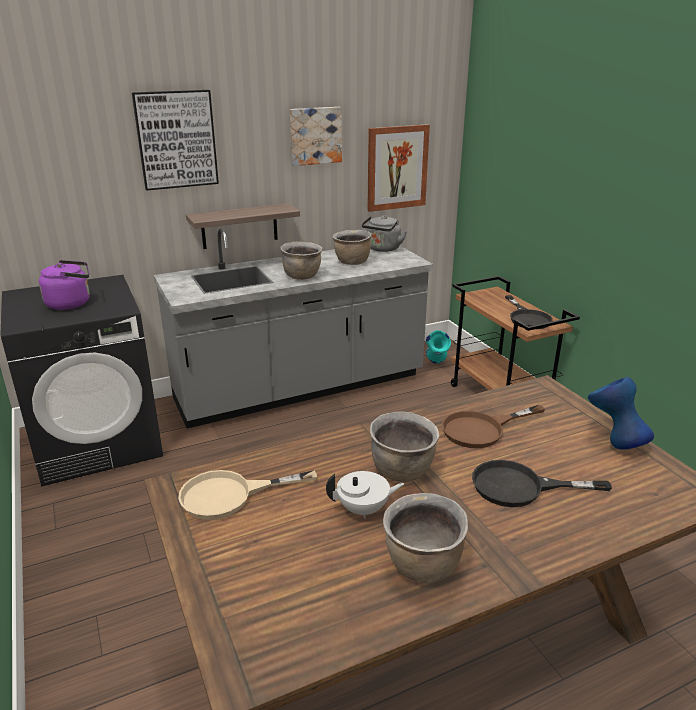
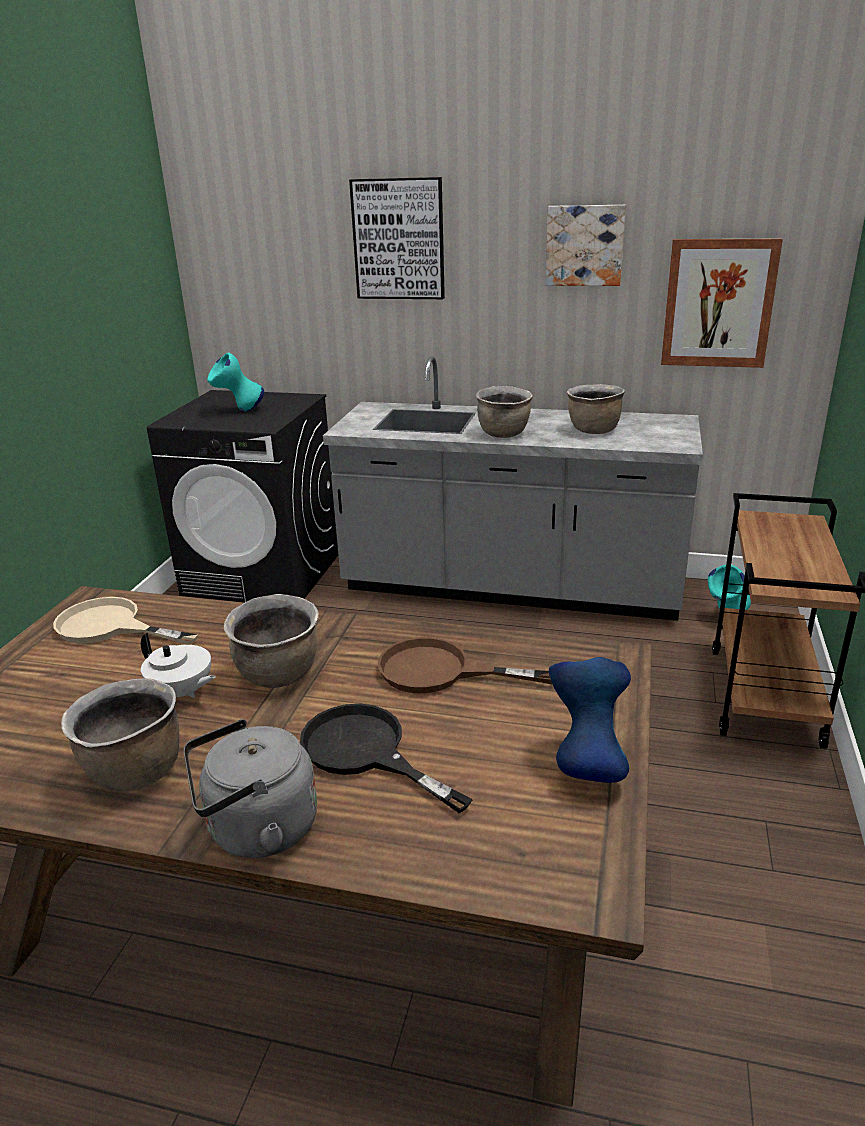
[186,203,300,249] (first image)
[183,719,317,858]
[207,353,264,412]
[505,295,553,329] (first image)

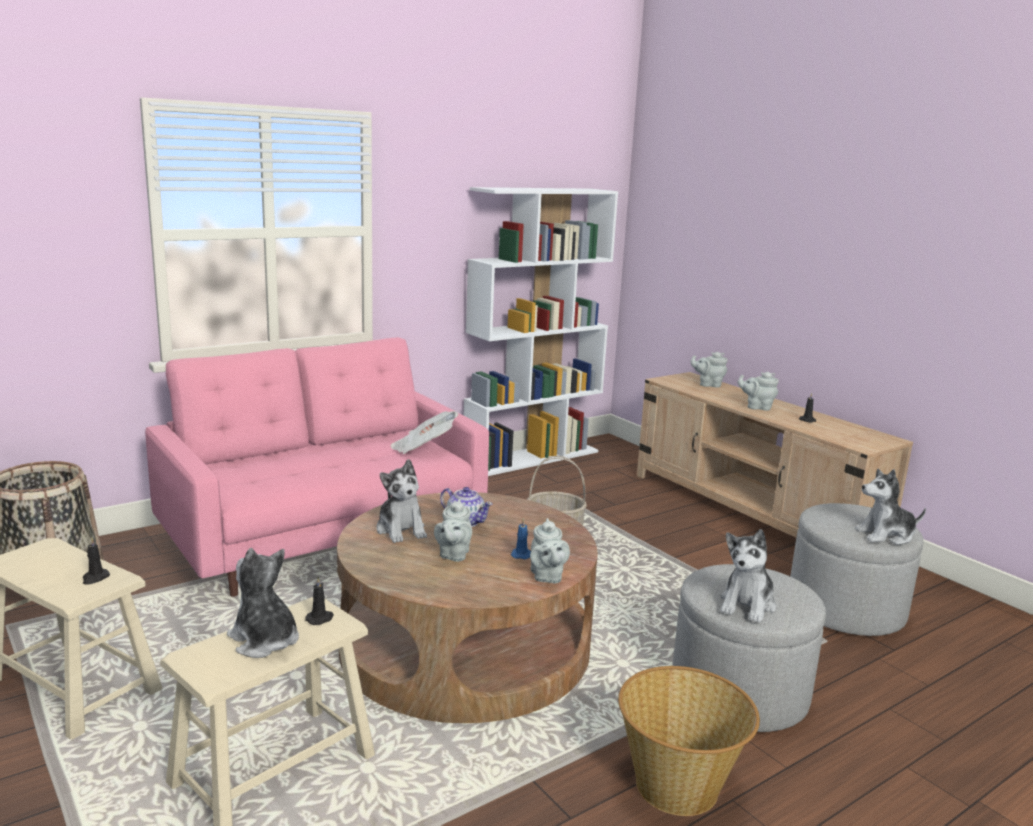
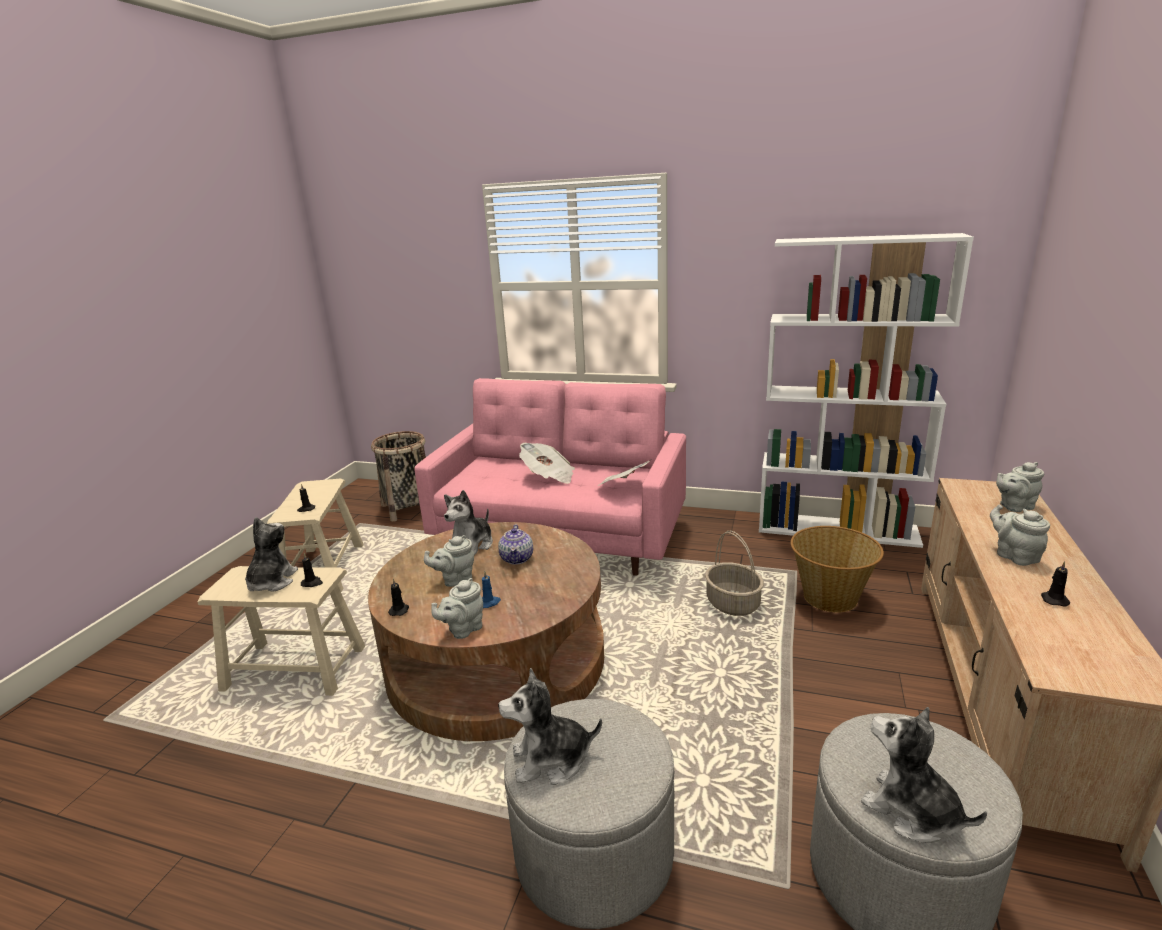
[996,462,1044,512]
[790,526,884,613]
[519,443,575,484]
[388,579,409,616]

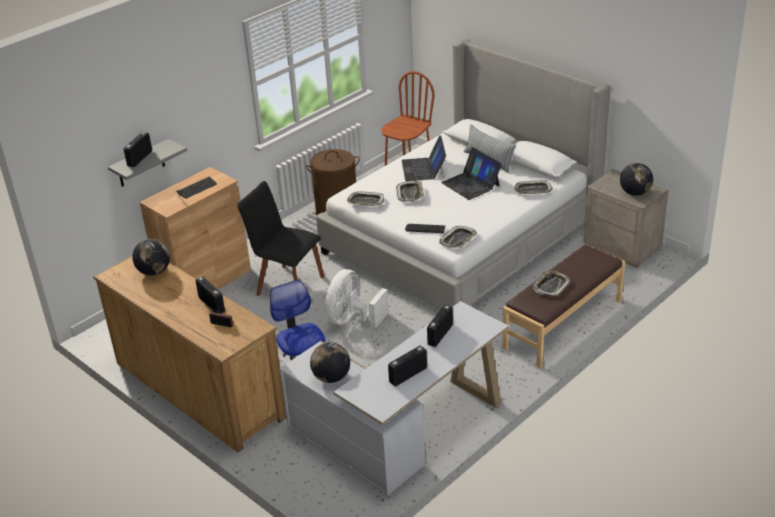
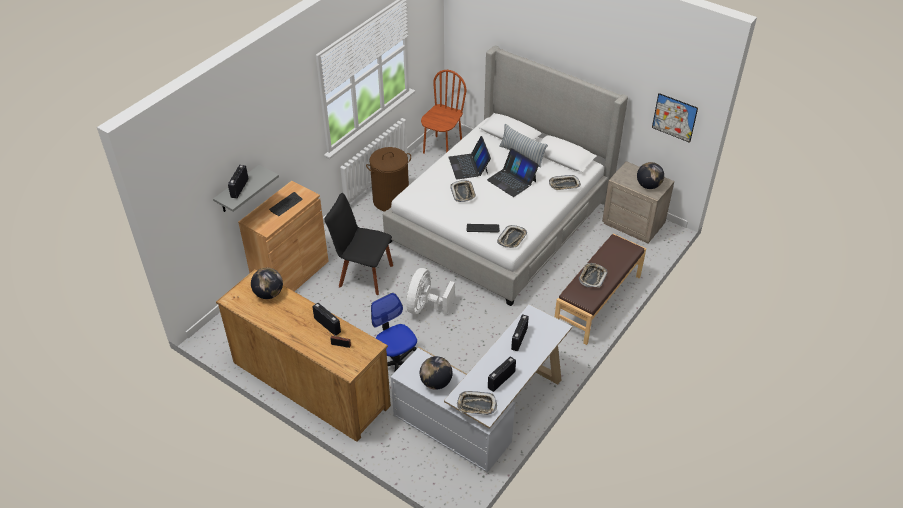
[457,391,497,415]
[652,93,698,143]

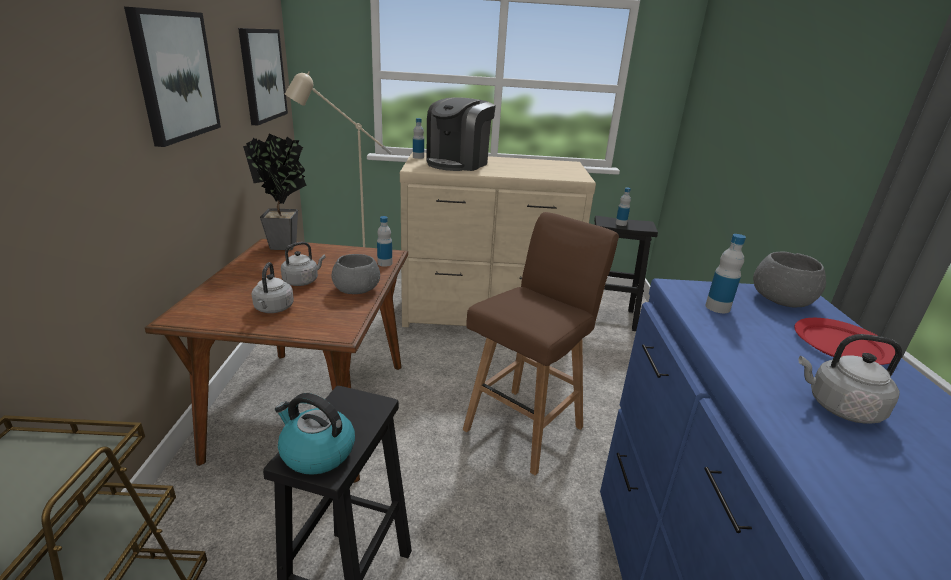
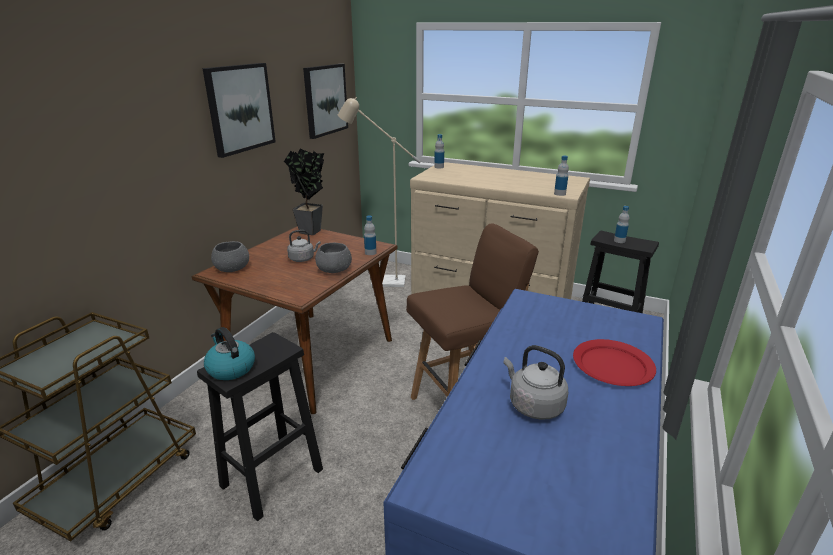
[426,97,496,171] (first image)
[554,155,569,196]
[211,241,249,272]
[252,262,294,313] (first image)

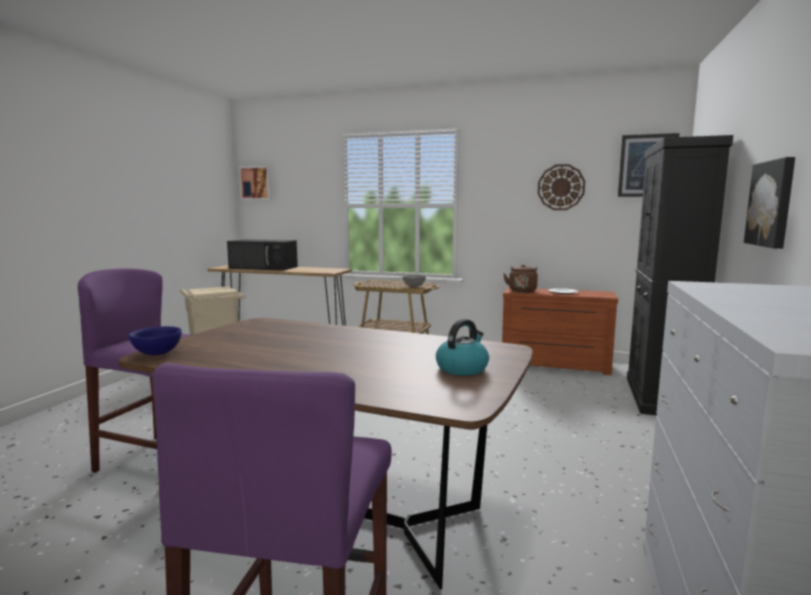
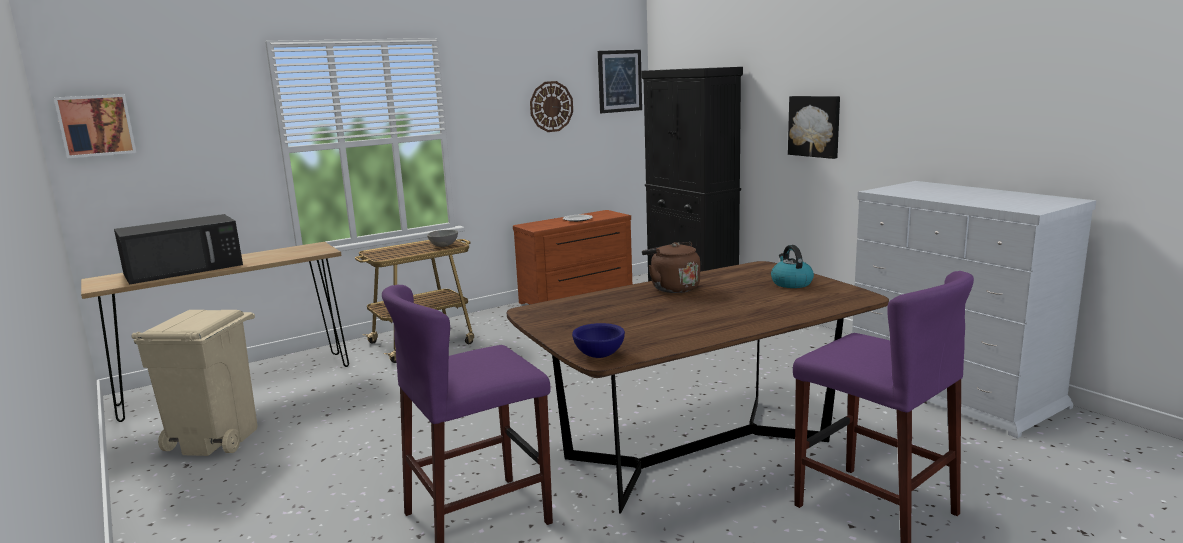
[642,242,700,293]

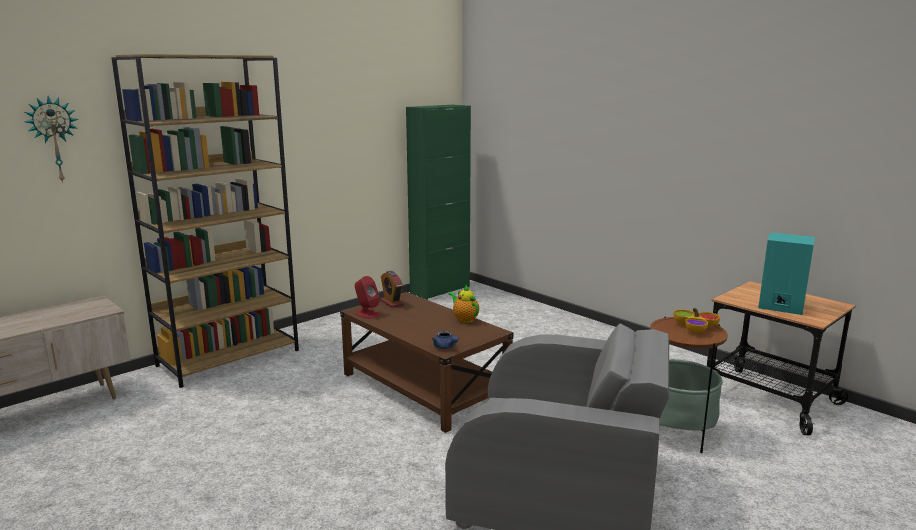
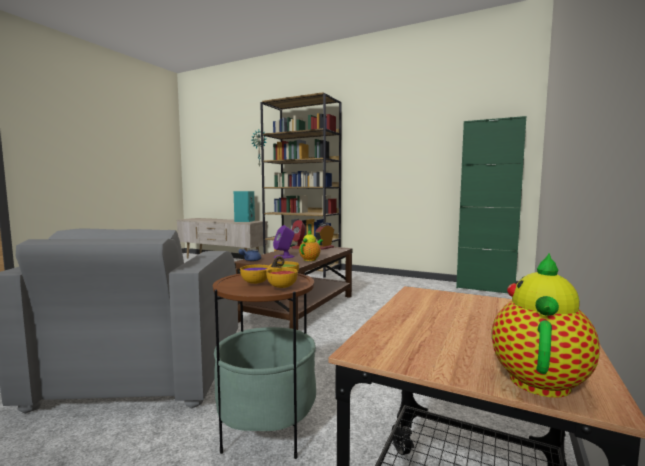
[234,191,255,222]
[273,225,295,259]
[492,253,600,397]

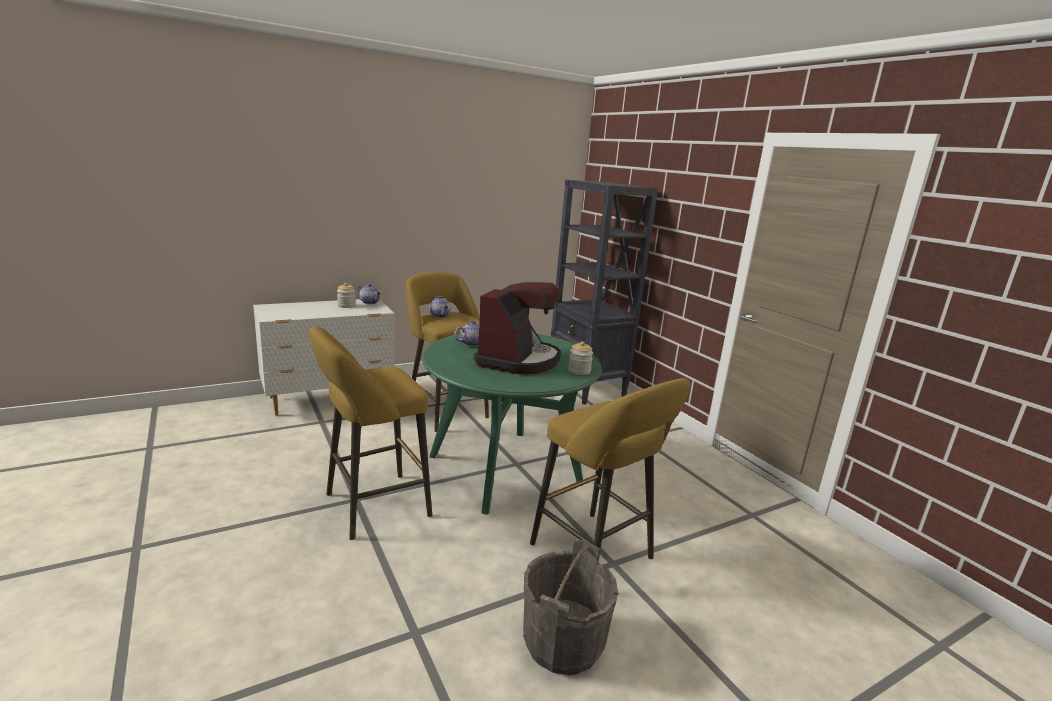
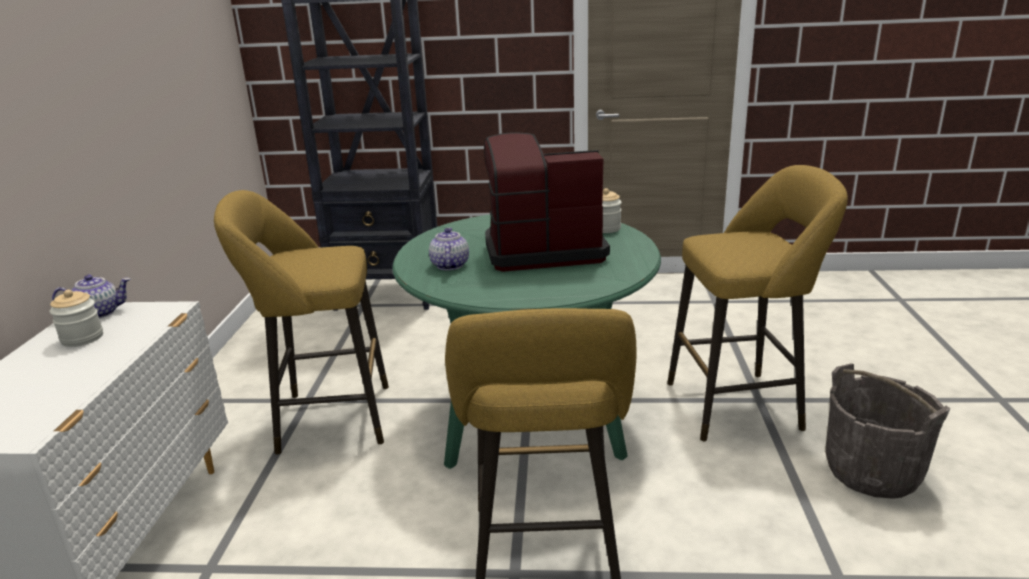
[484,132,610,272]
[429,296,451,318] (first image)

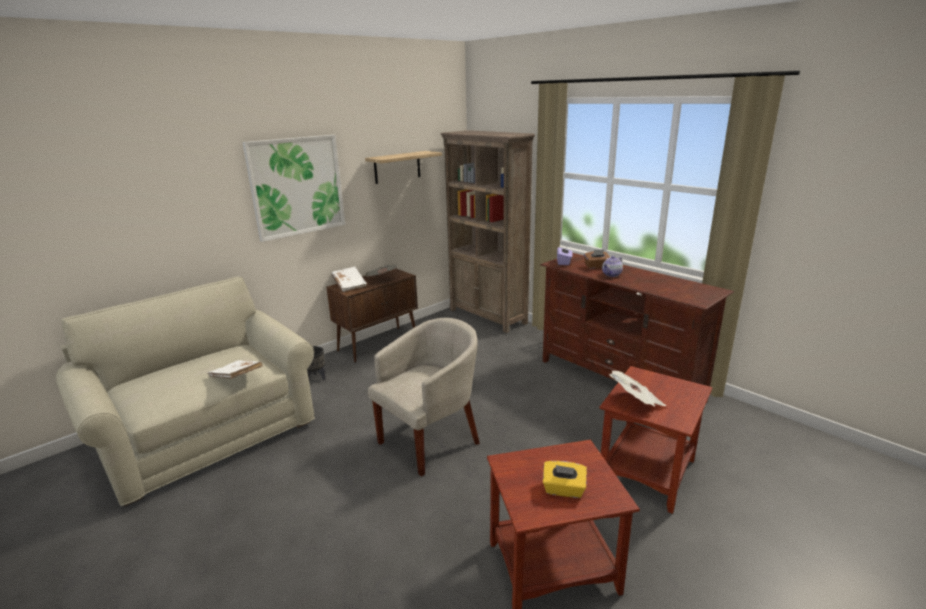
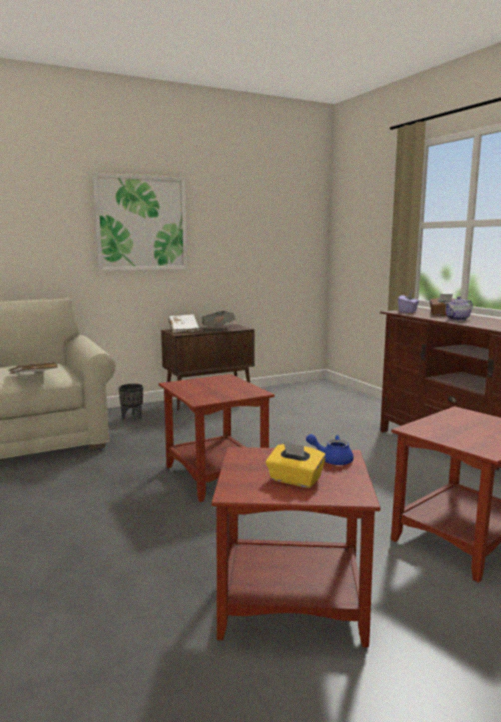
[440,130,535,333] (first image)
[365,151,442,184] (first image)
[159,374,275,502]
[609,371,666,406] (first image)
[306,434,354,465]

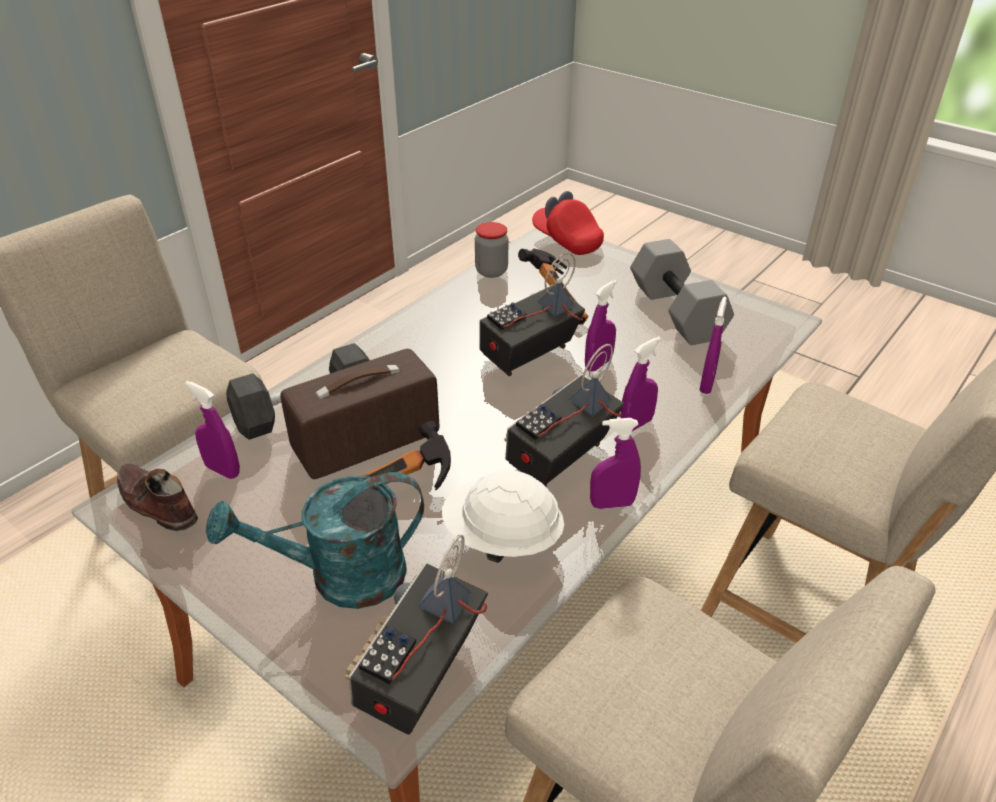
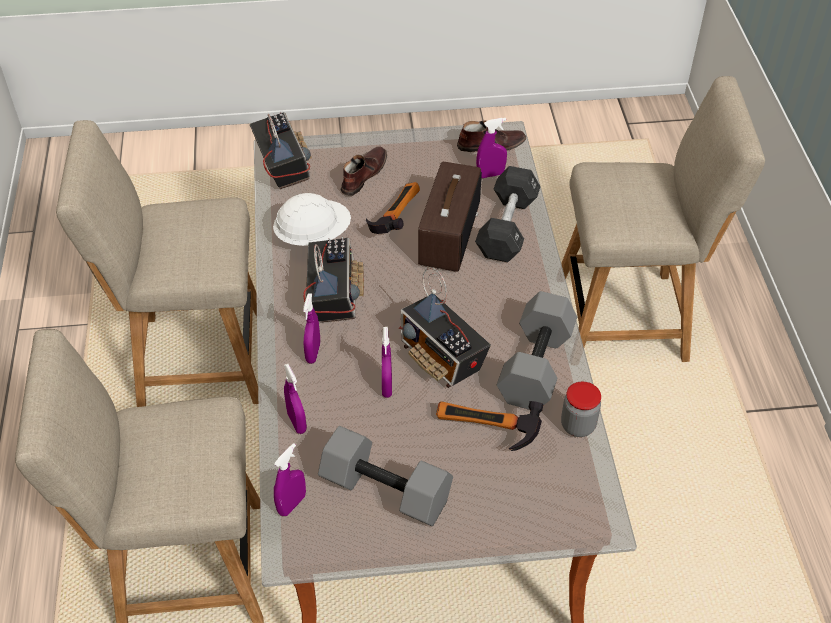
[532,191,604,255] (first image)
[399,267,491,388]
[274,443,306,516]
[341,146,387,196]
[497,291,577,410]

